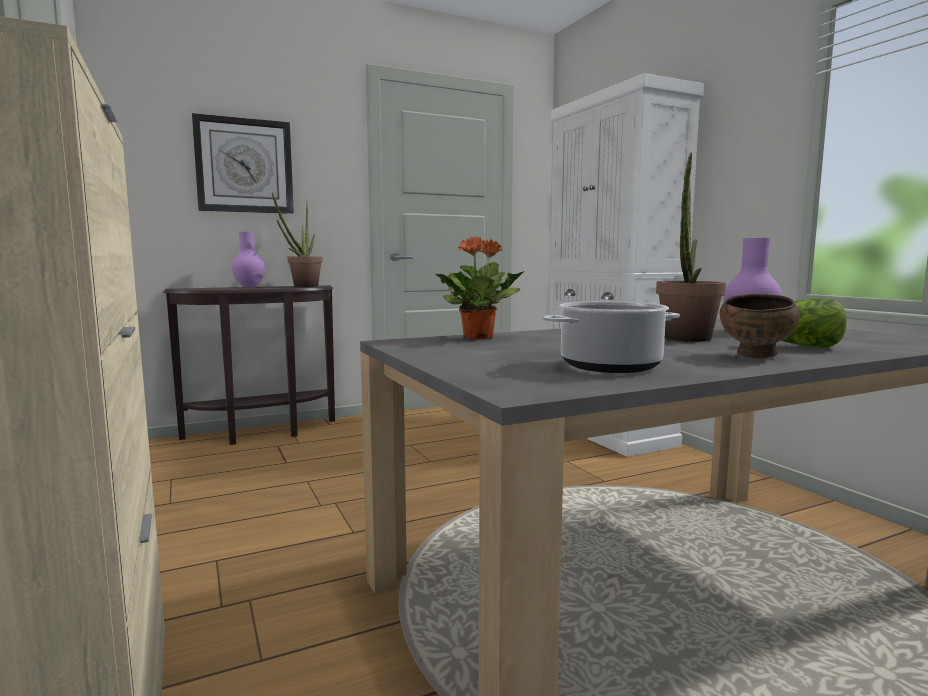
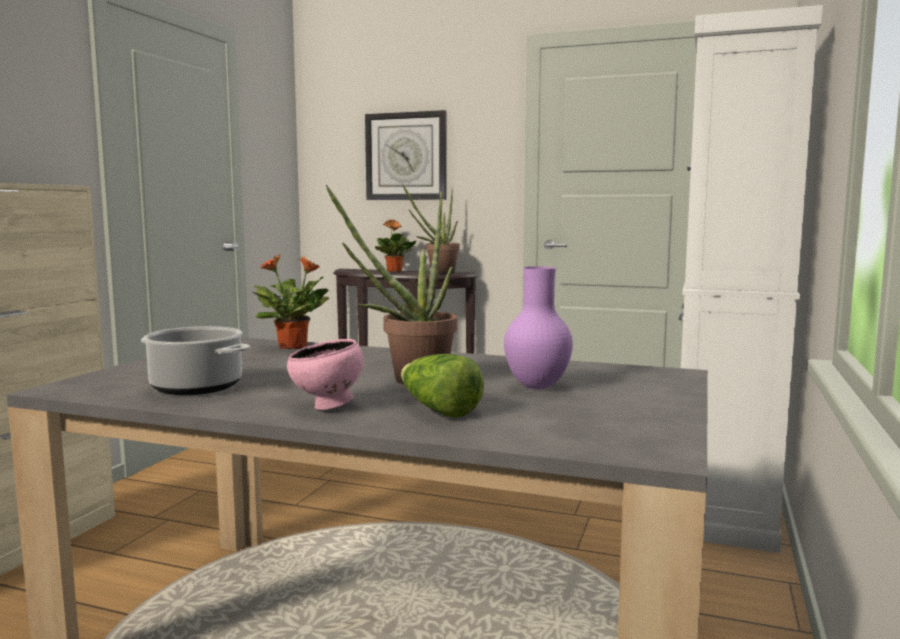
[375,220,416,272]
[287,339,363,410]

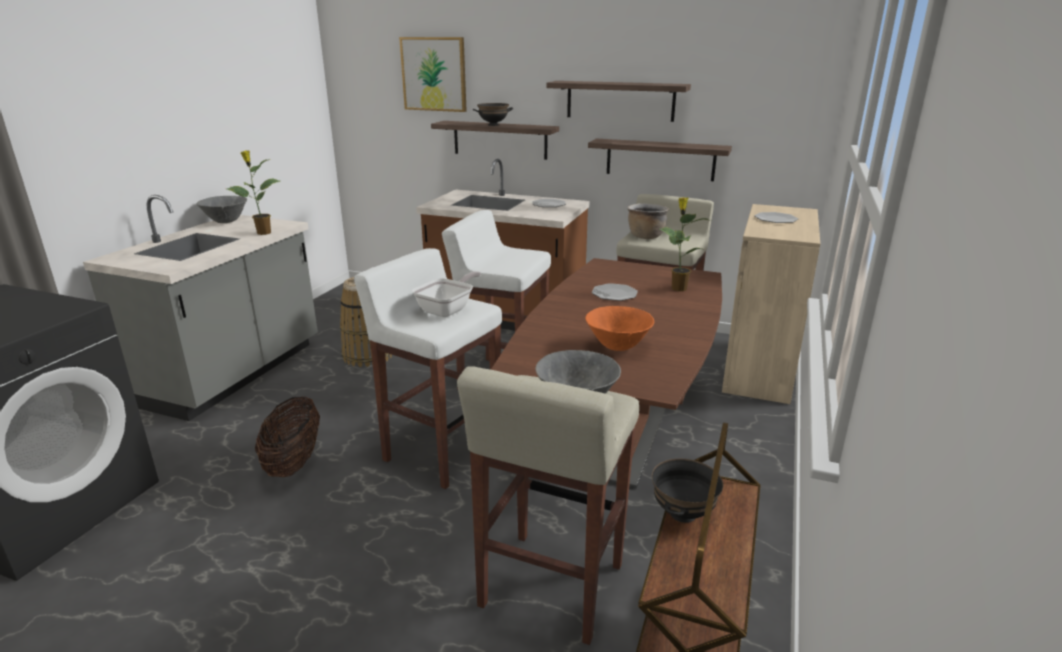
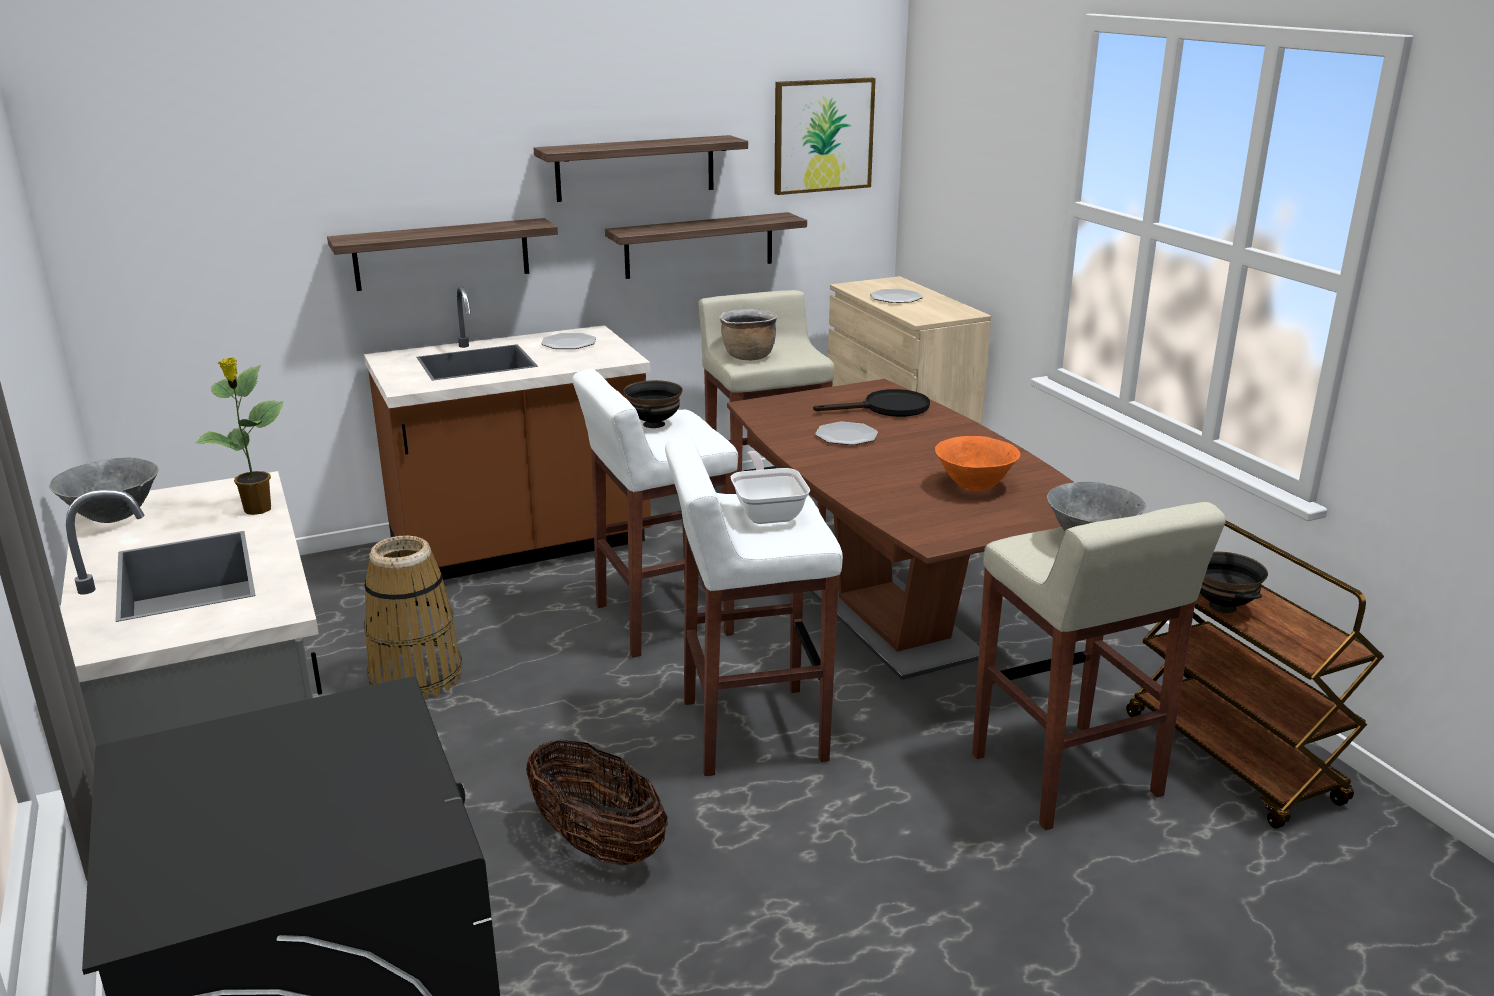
[774,78,876,195]
[623,380,683,428]
[813,389,930,417]

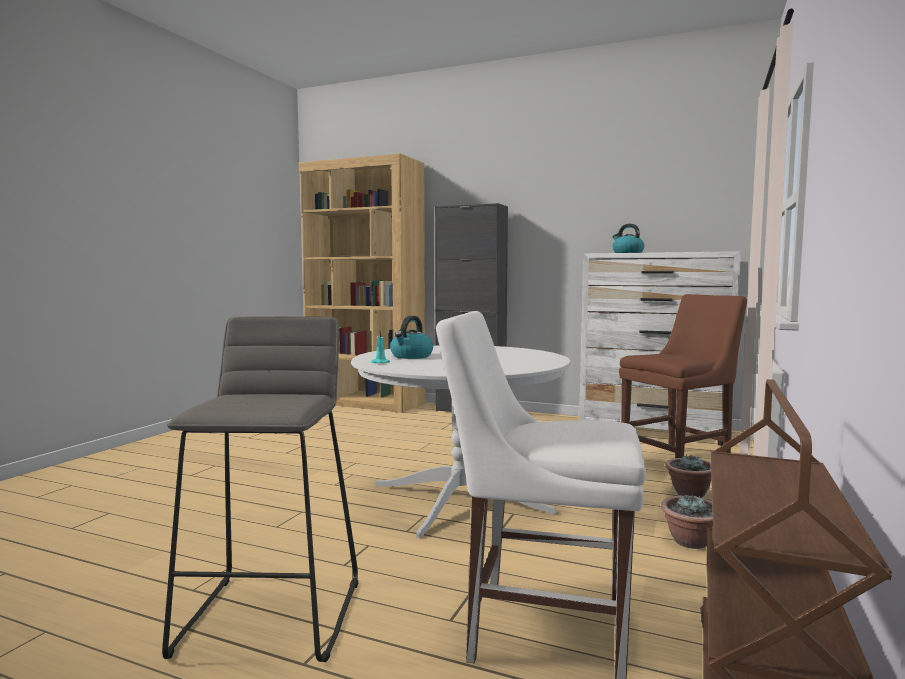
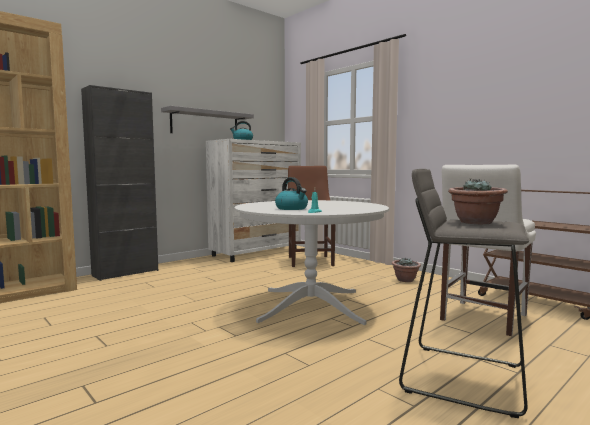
[448,179,508,224]
[161,106,254,133]

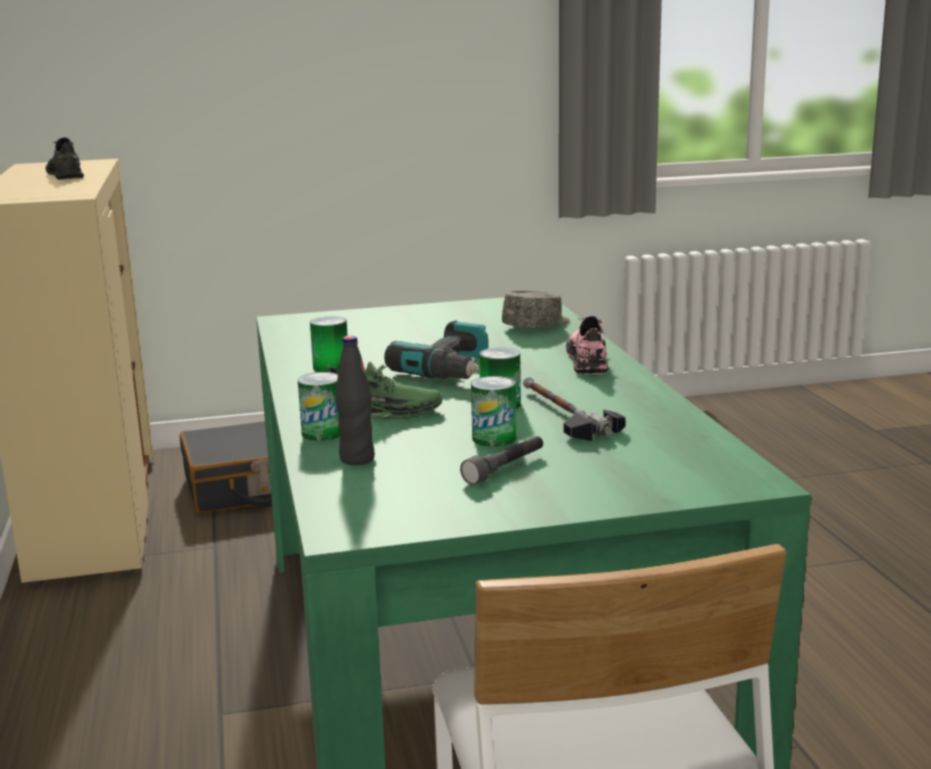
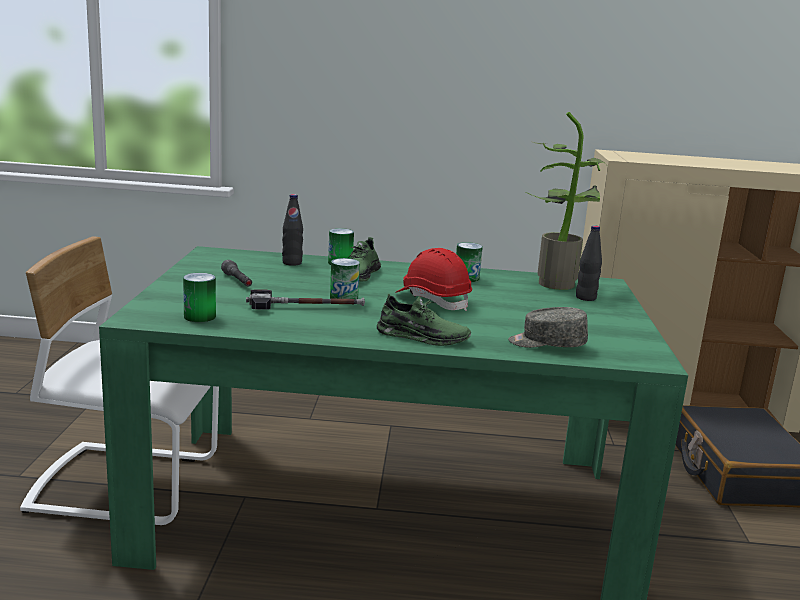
[45,137,84,180] (first image)
[508,307,588,348]
[377,294,471,346]
[395,248,472,311]
[183,273,216,322]
[525,112,607,290]
[576,225,602,301]

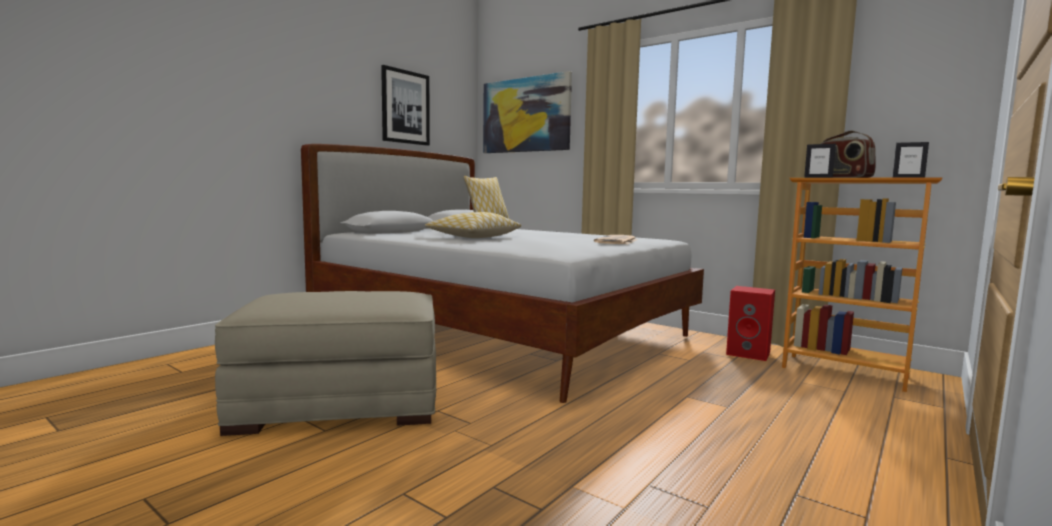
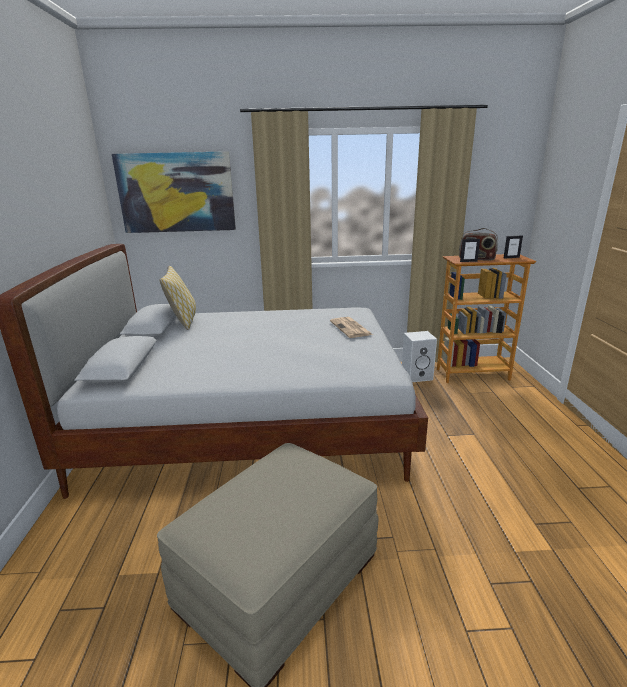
[381,65,430,146] (first image)
[425,212,522,238] (first image)
[402,331,437,382]

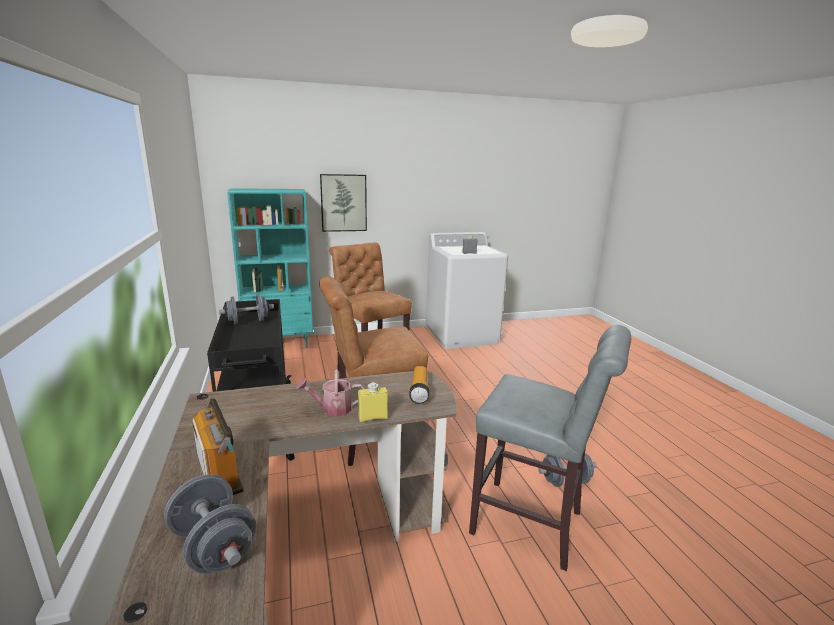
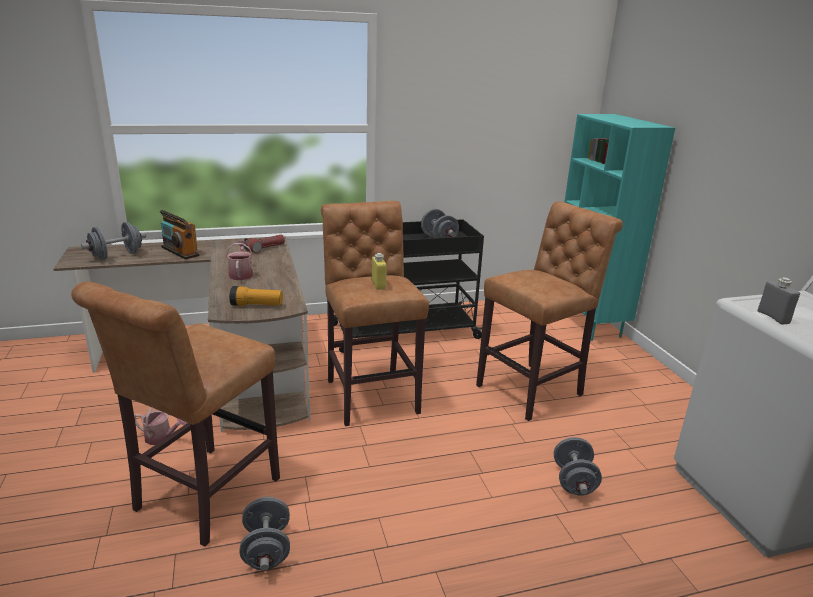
[320,174,367,232] (first image)
[71,282,280,547]
[371,253,387,290]
[160,210,199,259]
[244,235,285,253]
[134,407,187,445]
[554,437,602,496]

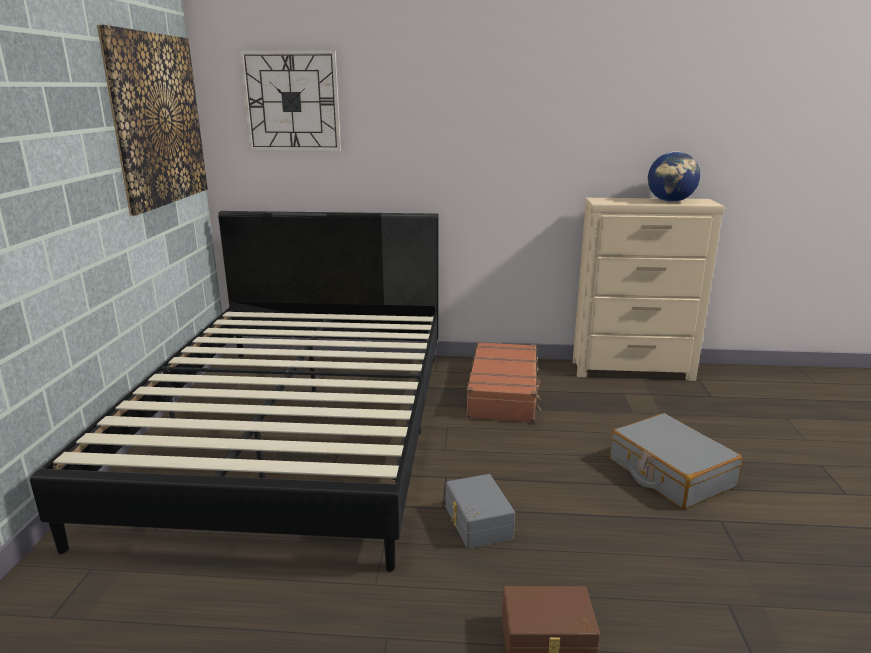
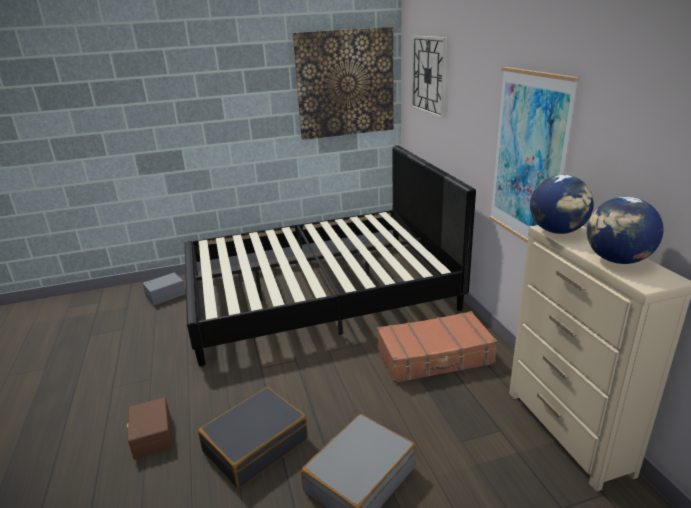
[143,273,186,305]
[489,67,580,243]
[530,175,594,234]
[198,387,308,488]

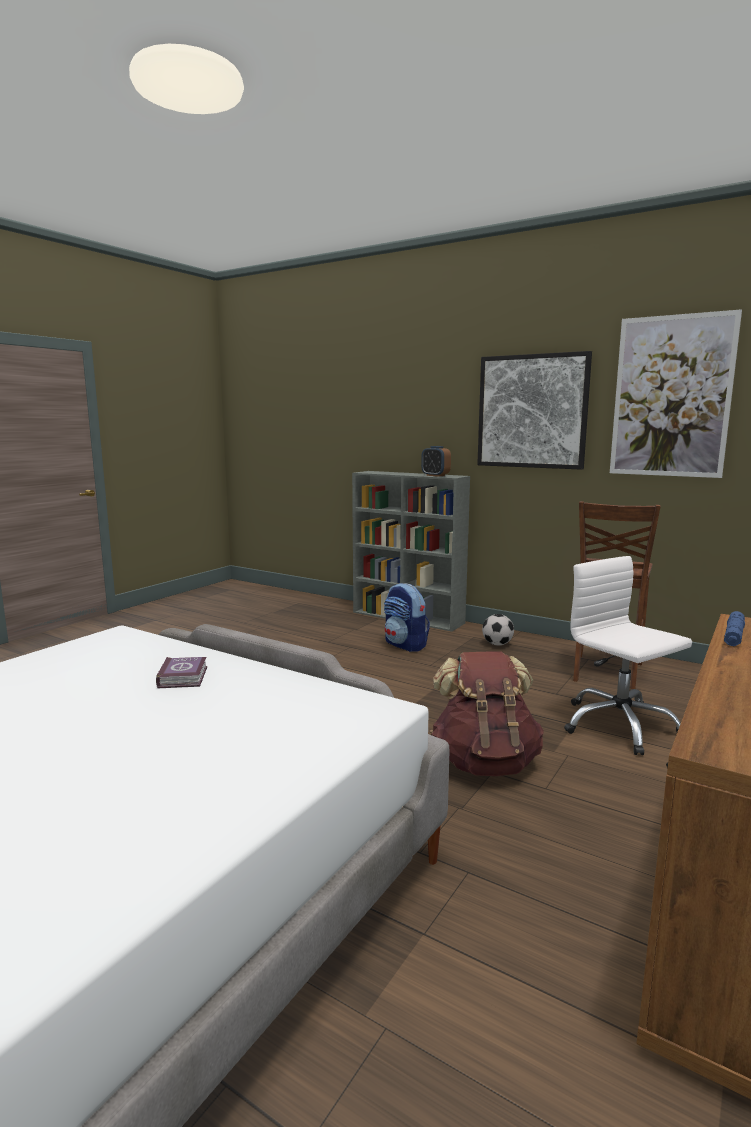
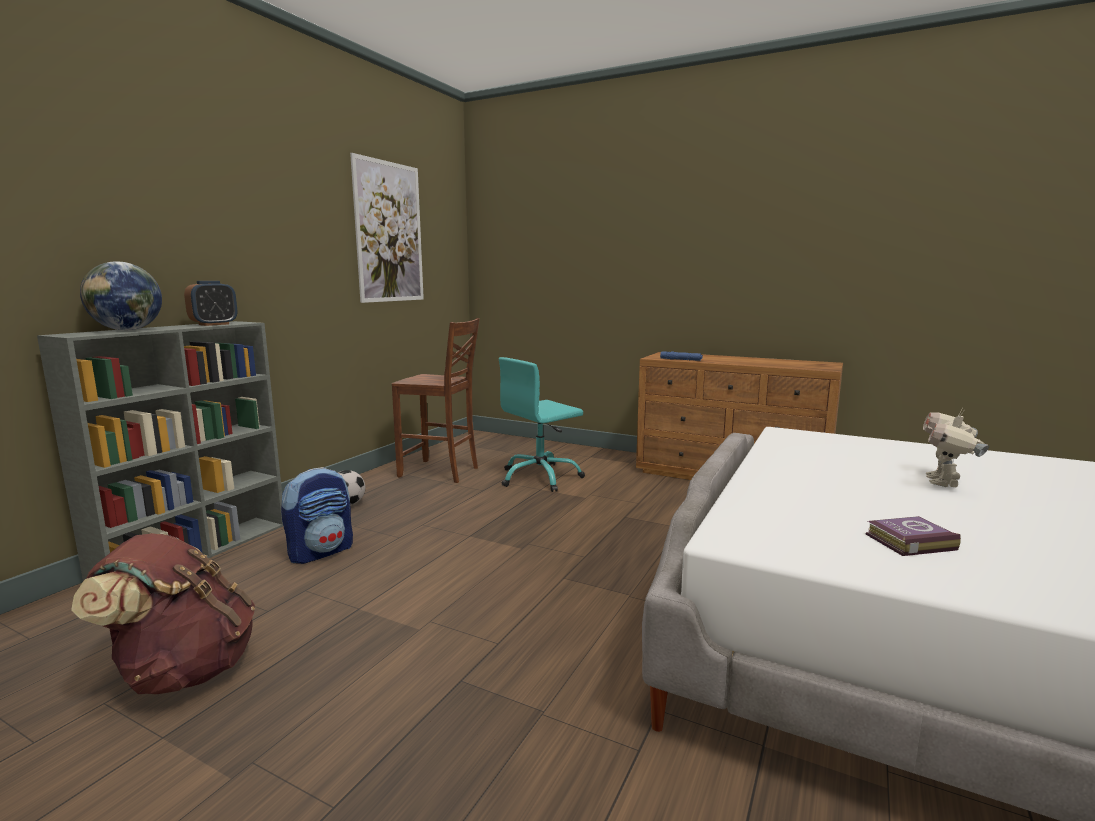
[477,351,592,470] (first image)
[499,357,585,492]
[71,533,255,694]
[866,516,961,556]
[80,262,162,331]
[923,408,989,488]

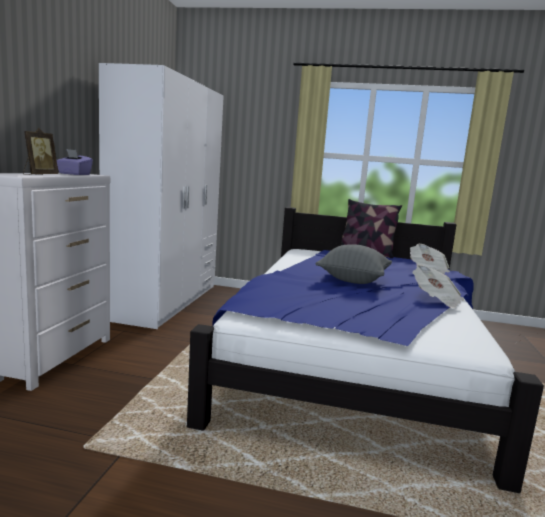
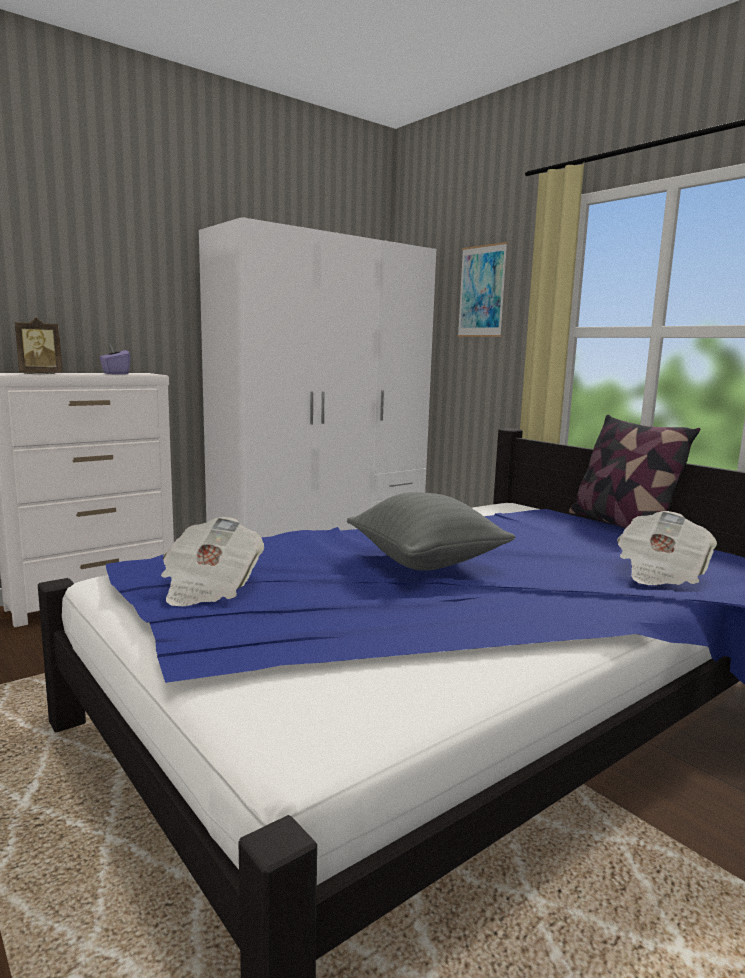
[161,517,264,606]
[457,242,508,337]

